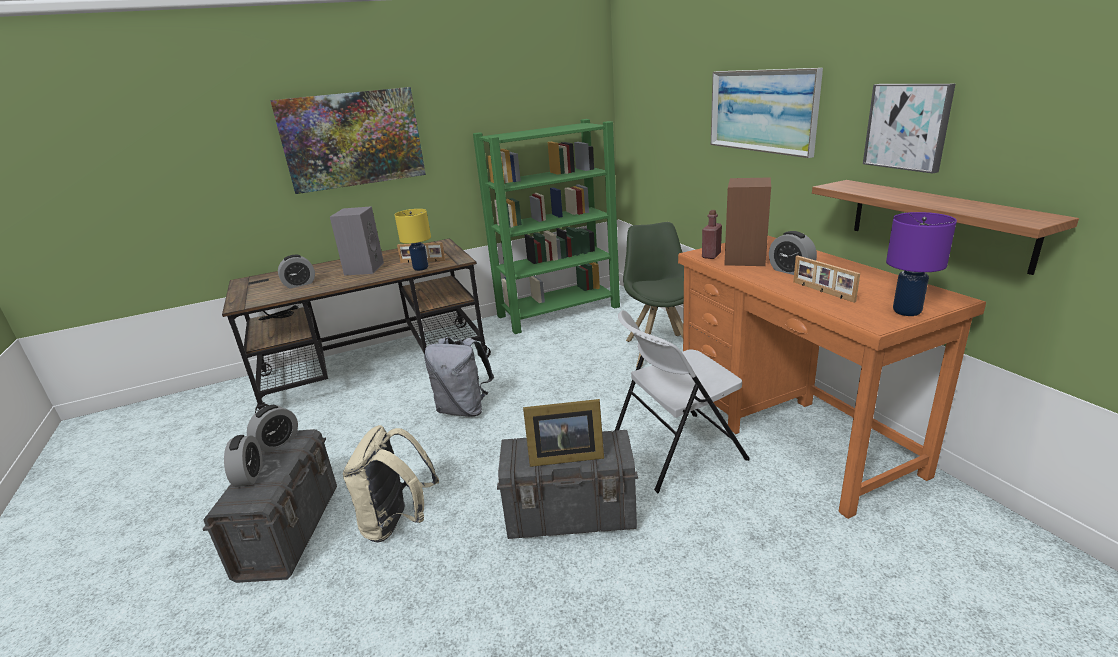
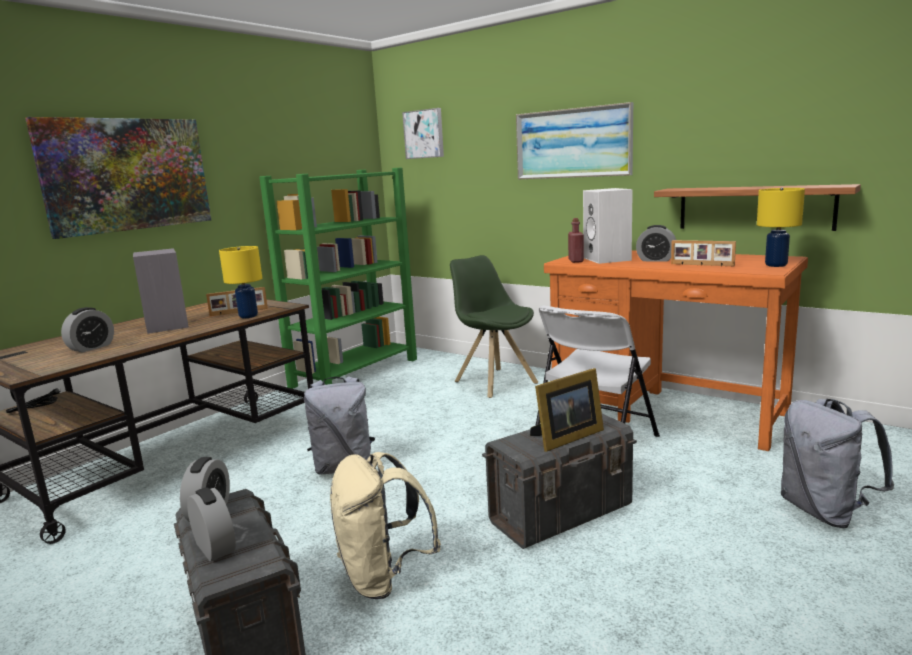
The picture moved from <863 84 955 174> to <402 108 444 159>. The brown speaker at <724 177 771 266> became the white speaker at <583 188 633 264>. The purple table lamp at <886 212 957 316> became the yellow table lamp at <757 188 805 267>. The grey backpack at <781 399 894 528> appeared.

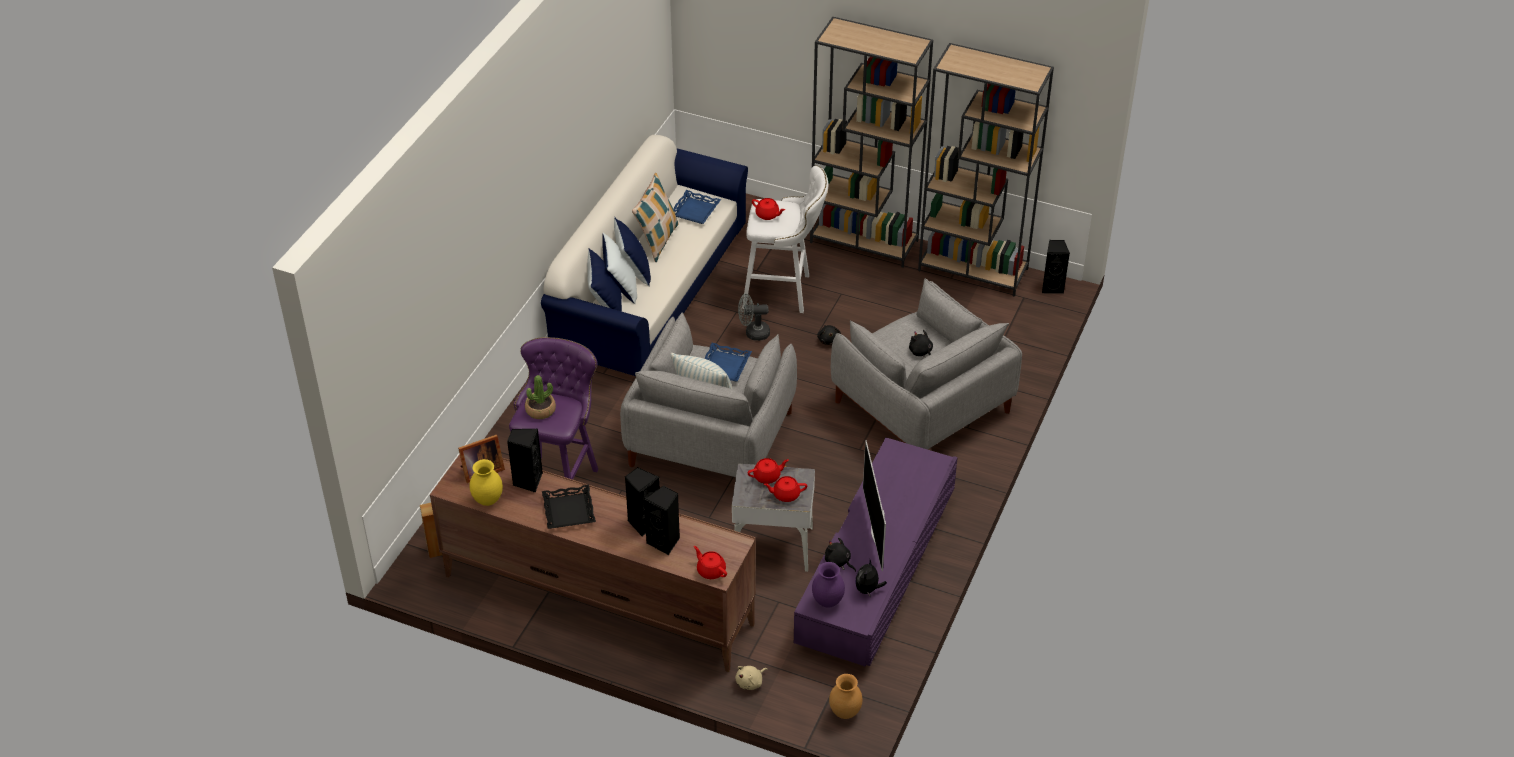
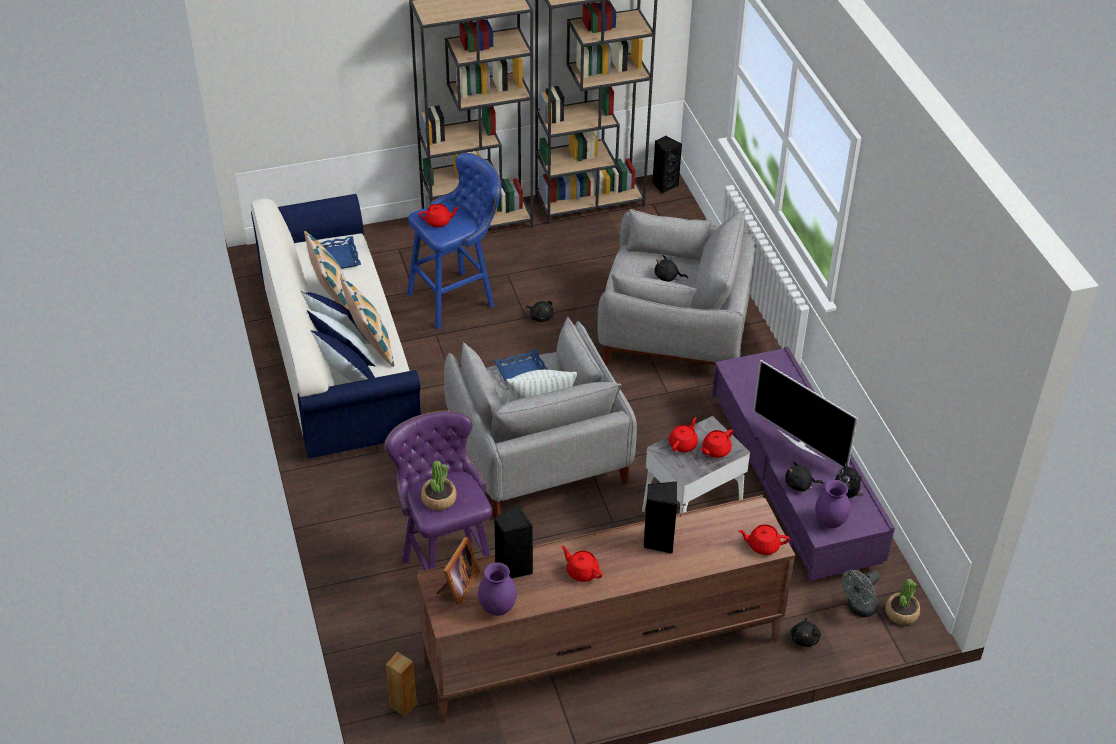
The pillow at <340 277 394 367> appeared. The white stool at <742 166 828 313> became the blue stool at <407 153 501 329>. The yellow vase at <469 459 503 506> became the purple vase at <478 562 517 616>. The black tray at <542 485 596 529> was replaced by the red teapot at <561 546 603 582>. The beige plush toy at <735 666 767 690> became the black plush toy at <791 617 821 647>. The grey fan moved from <738 294 770 341> to <841 570 881 617>. The brown vase at <829 674 863 719> was replaced by the potted plant at <885 579 920 625>. The black speaker at <644 485 680 555> disappeared.

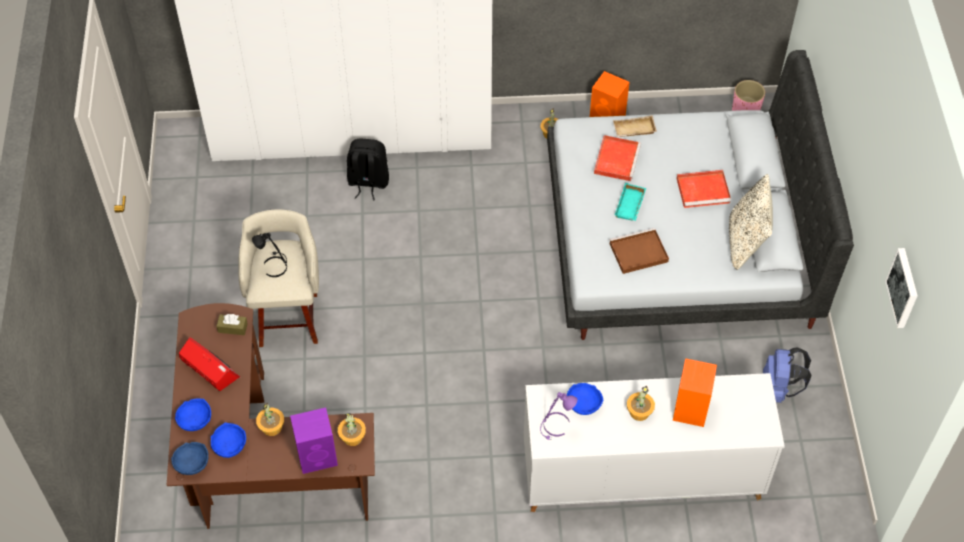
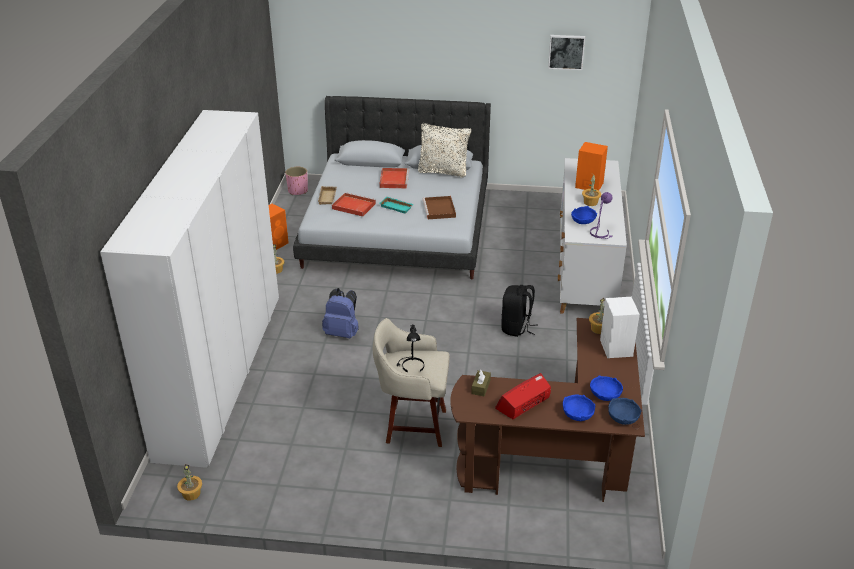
The potted plant moved from <256 403 284 436> to <177 464 202 501>. The blue backpack moved from <763 347 812 403> to <322 288 359 338>. The black backpack moved from <347 139 389 200> to <501 285 538 337>. The purple speaker at <290 407 338 474> became the white speaker at <600 297 640 358>.

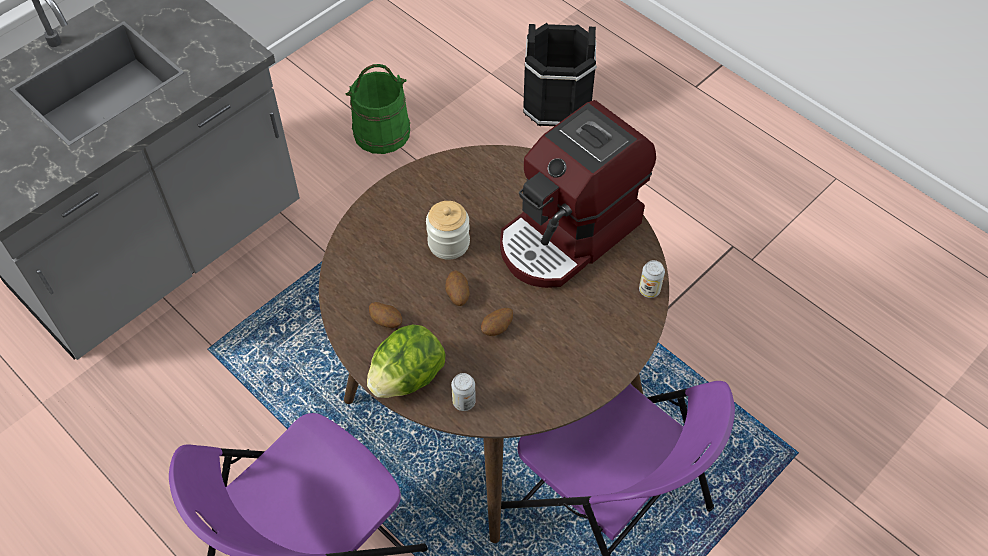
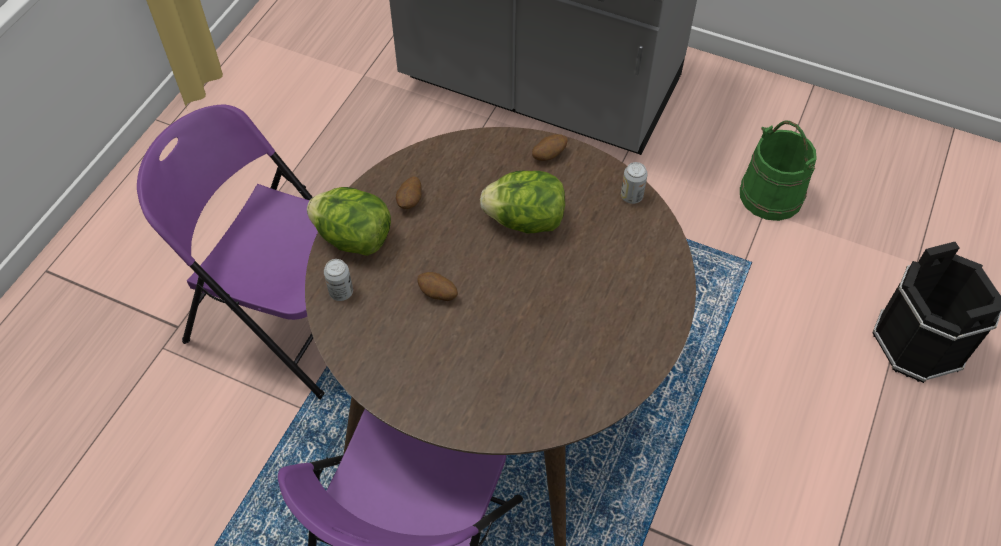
The jar at <426 201 470 260> was replaced by the lettuce at <480 171 565 234>. The potato moved from <445 270 470 306> to <532 134 568 161>. The can moved from <639 260 665 298> to <621 162 648 204>. The coffee machine at <500 100 656 288> disappeared.

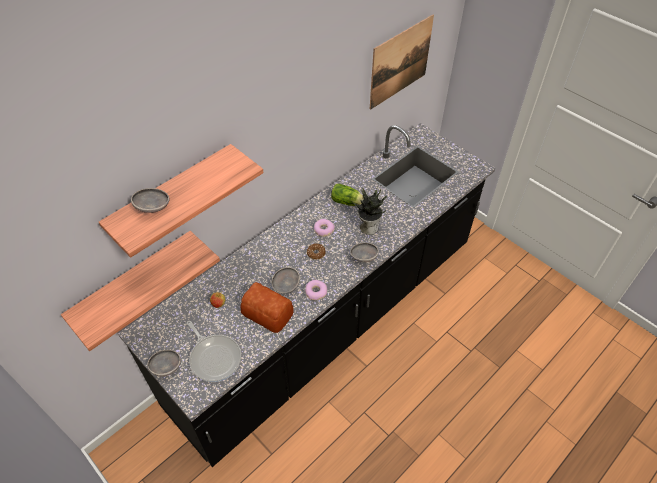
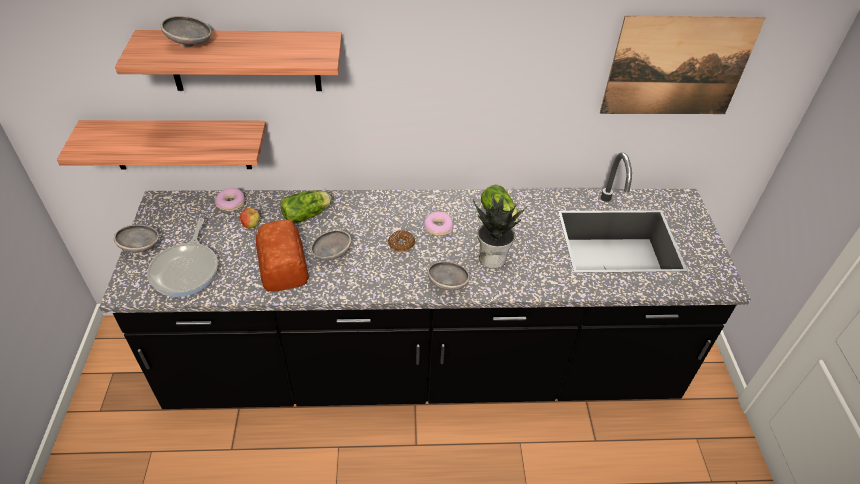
The donut moved from <305 280 327 300> to <215 188 245 211>. The lettuce at <281 190 332 224> appeared.

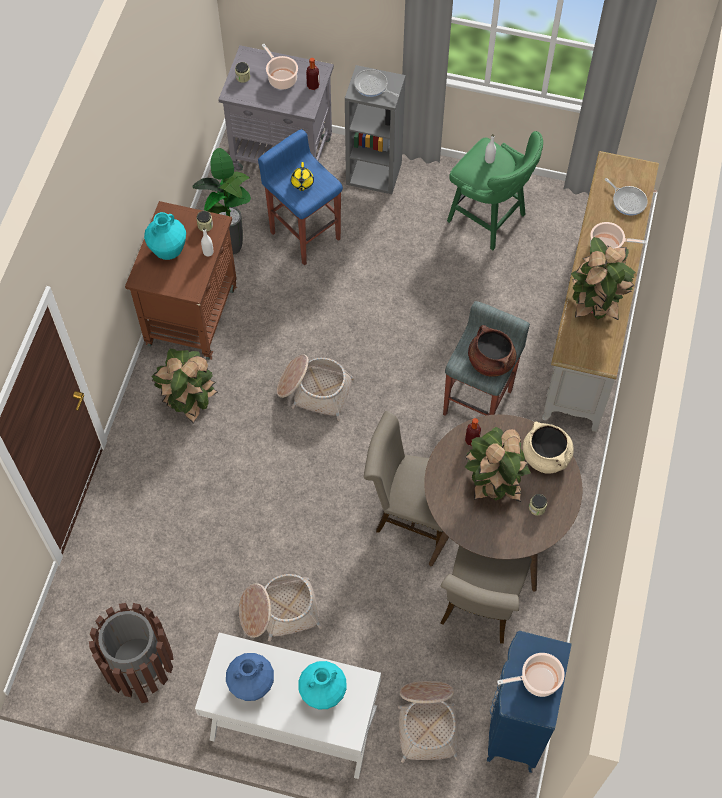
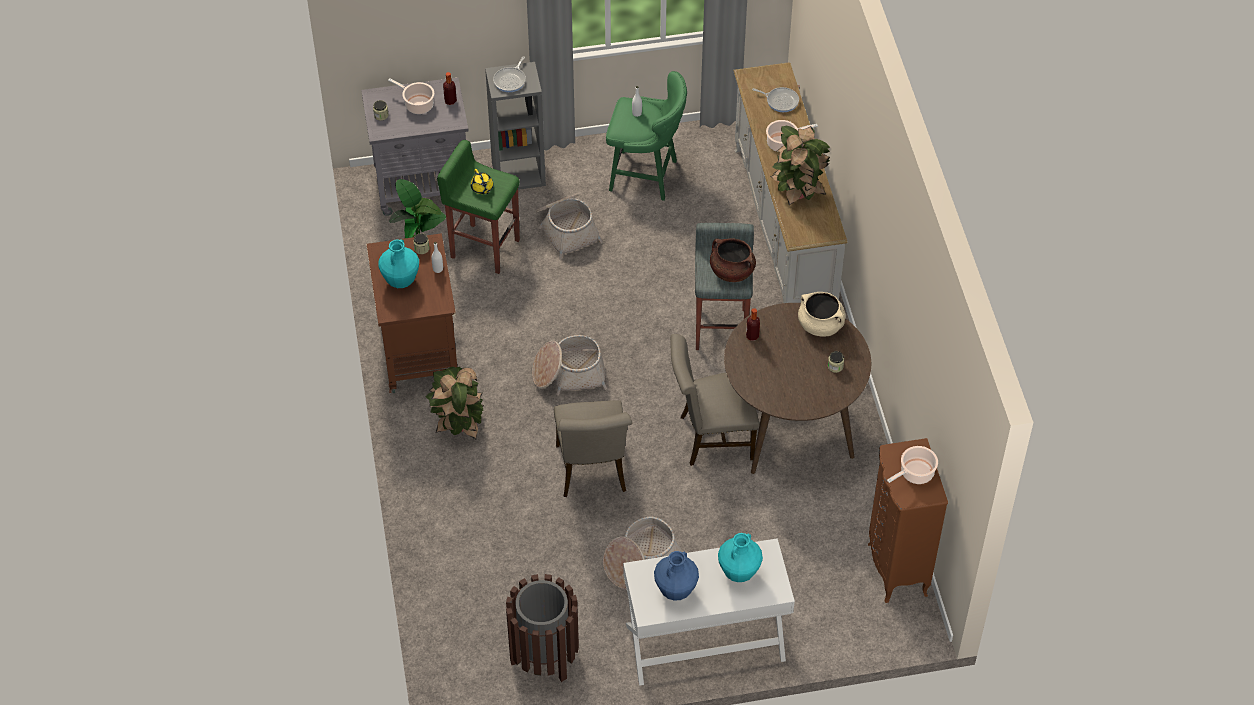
The blue stool at <258 129 343 266> became the green stool at <437 140 520 274>. The frying pan at <354 69 399 97> turned 75 degrees counterclockwise. The basket moved from <398 681 459 763> to <536 193 603 260>. The beige chair moved from <440 545 532 644> to <554 400 632 497>. The blue dresser at <487 631 572 773> became the brown dresser at <868 438 948 603>. The potted plant at <465 427 531 502> disappeared.

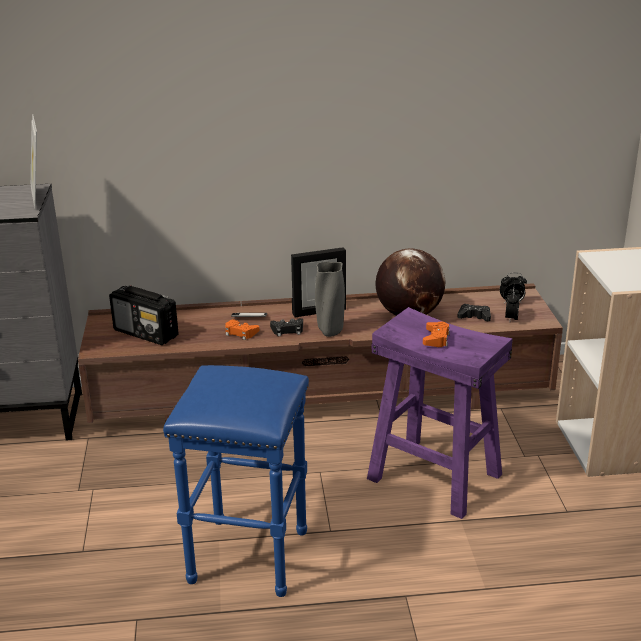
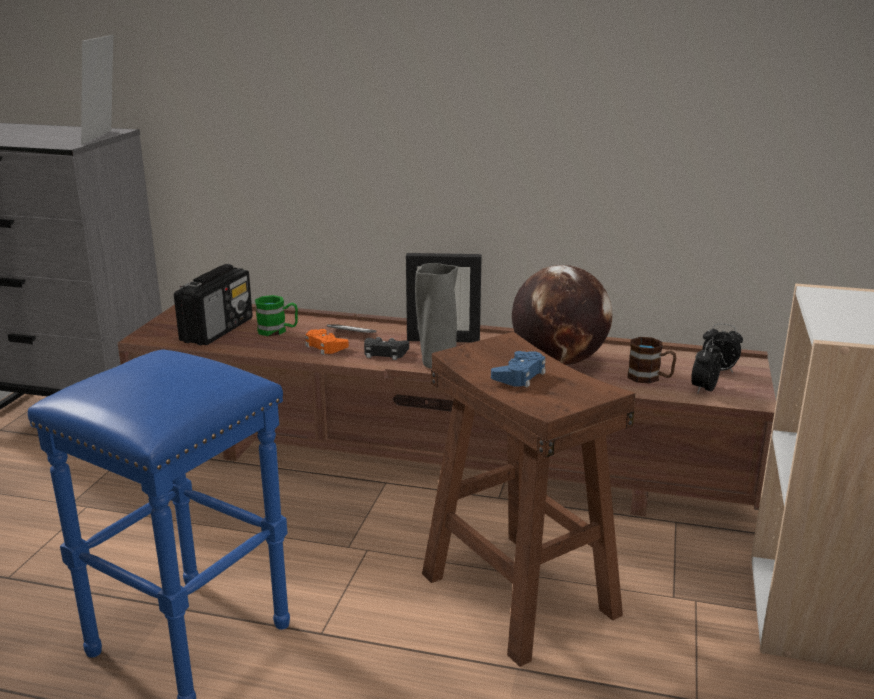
The radio at <109 285 179 345> turned 120 degrees counterclockwise. The green mug at <255 295 298 336> appeared. The purple stool at <367 307 513 519> became the brown stool at <422 332 636 667>. The orange game controller at <423 321 450 347> became the blue game controller at <491 351 546 387>. The black game controller at <458 304 491 321> was replaced by the brown mug at <628 337 677 384>.

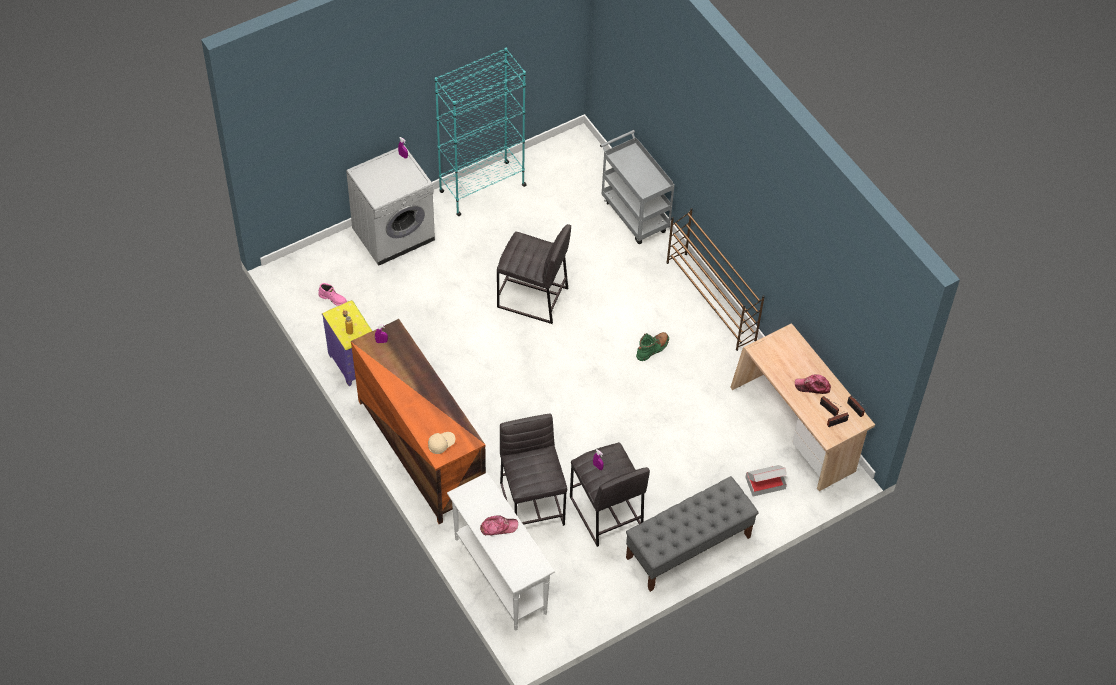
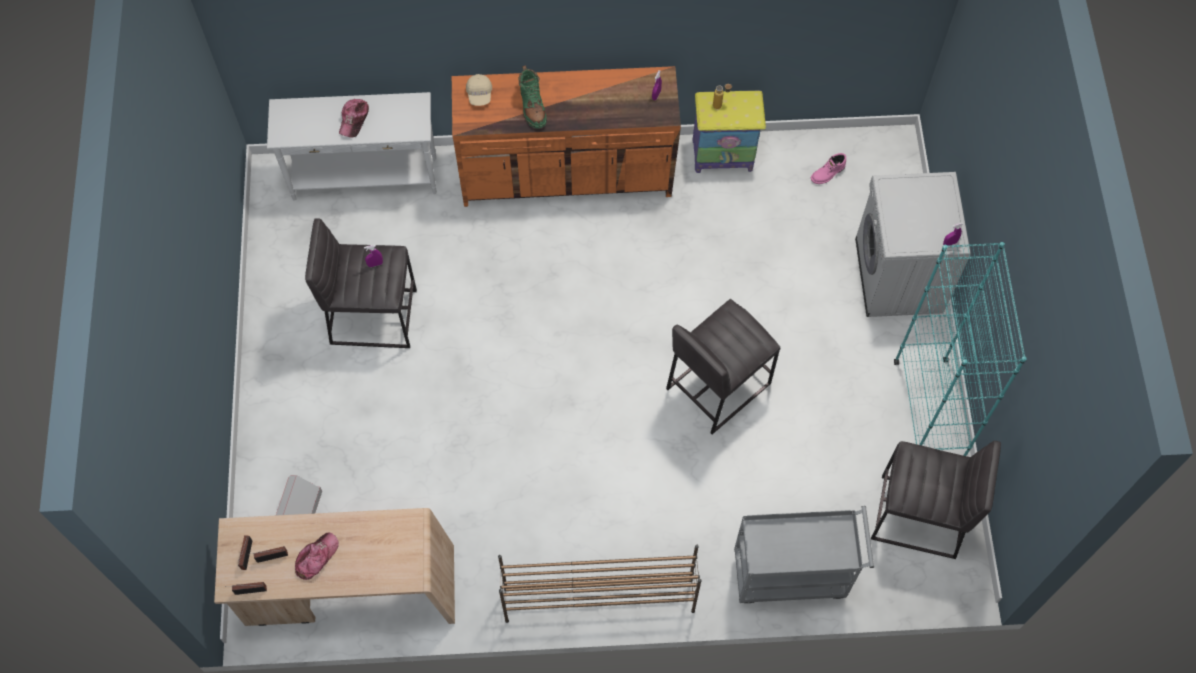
The green boot moved from <636 332 669 361> to <519 65 547 128>. The grey stool moved from <500 413 567 526> to <871 441 1001 559>. The grey bench at <626 476 759 592> disappeared.

